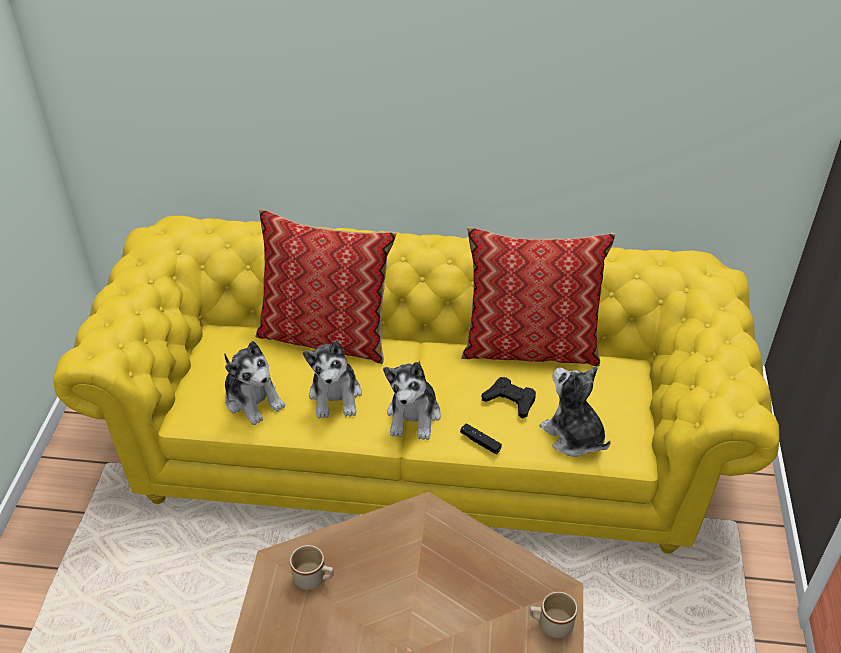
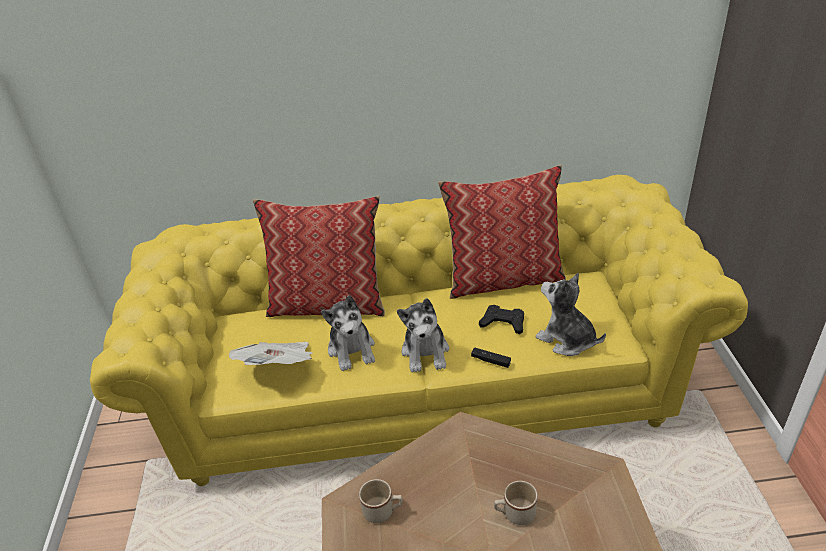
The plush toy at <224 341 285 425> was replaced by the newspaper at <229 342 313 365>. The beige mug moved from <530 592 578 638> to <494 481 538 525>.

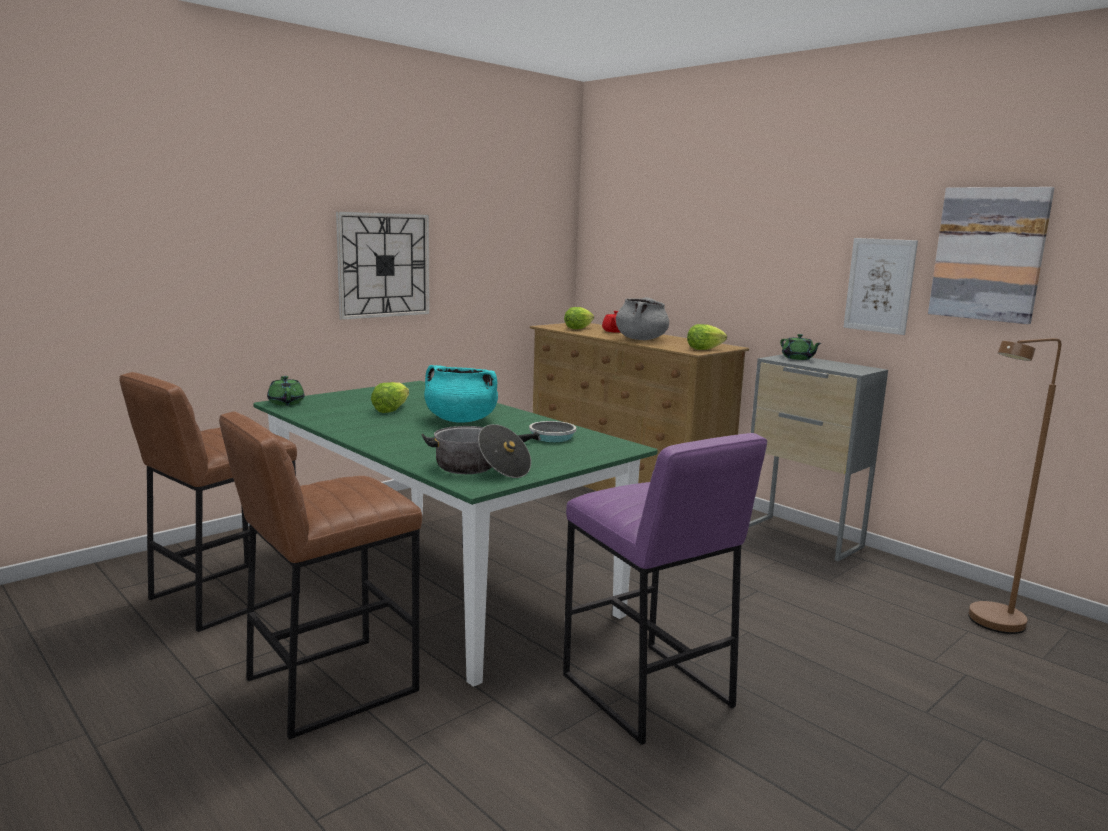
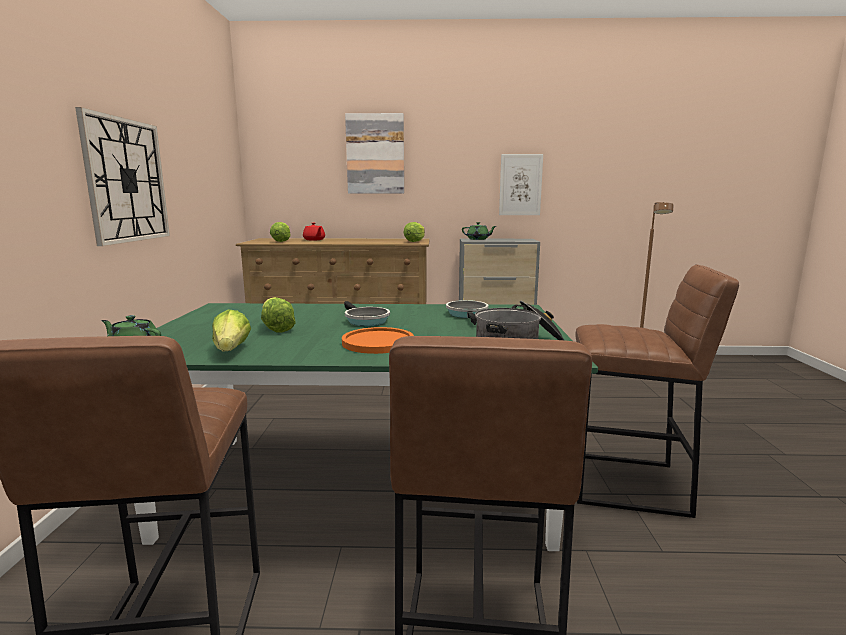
The lettuce at <212 309 251 351> appeared. The orange plate at <342 327 414 354> appeared. The turquoise cooking pot at <424 365 498 423> was replaced by the frying pan at <344 301 390 326>. The picture moved from <928 187 1054 324> to <345 113 404 194>. The purple stool at <563 433 767 745> became the brown stool at <576 264 739 518>. The grey cooking pot at <616 297 669 340> disappeared.

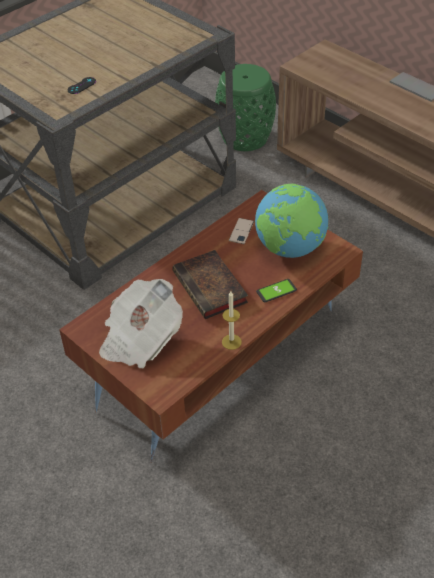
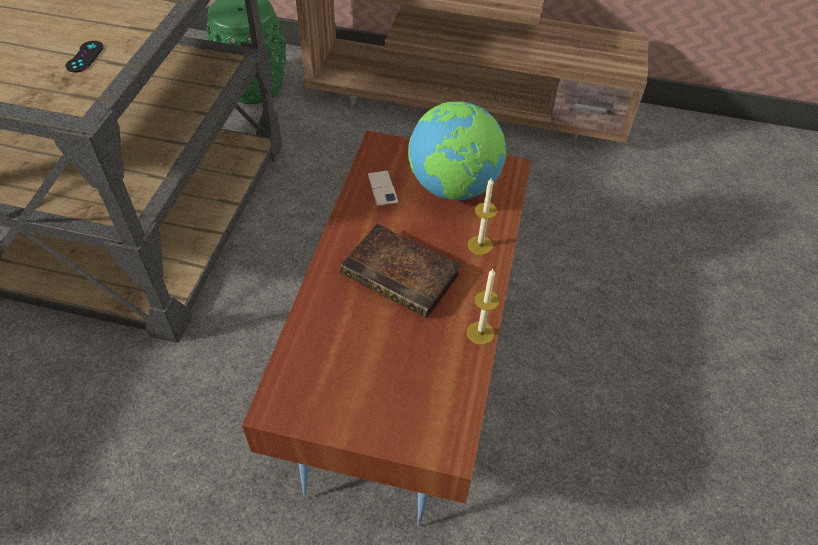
The phone at <256 279 297 302> was replaced by the candle at <468 177 497 255>. The newspaper at <99 279 183 368> disappeared.

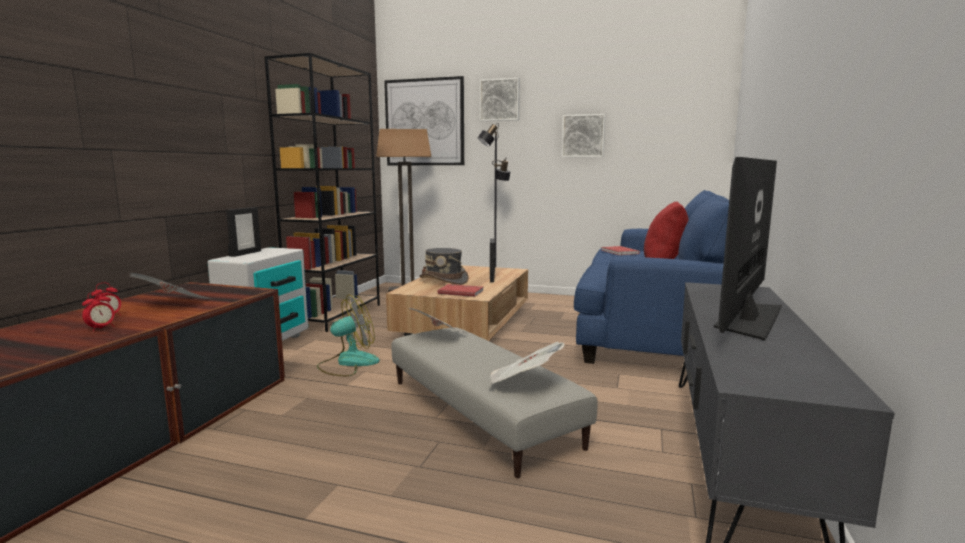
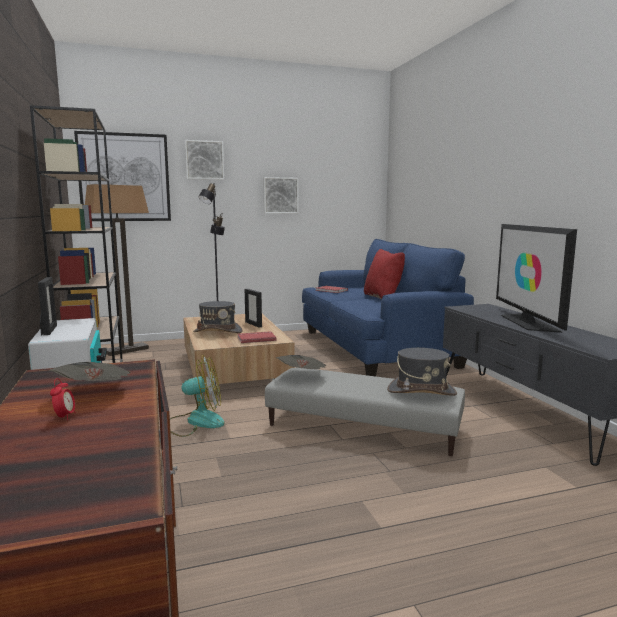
The fan at <317 294 380 376> turned 60 degrees clockwise. The newspaper at <490 342 565 385> was replaced by the grey hat at <387 348 457 396>. The alarm clock at <82 291 115 331> disappeared.

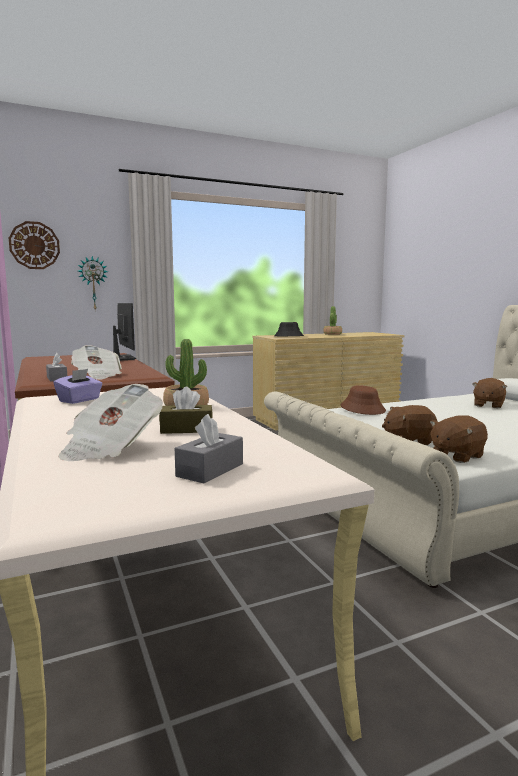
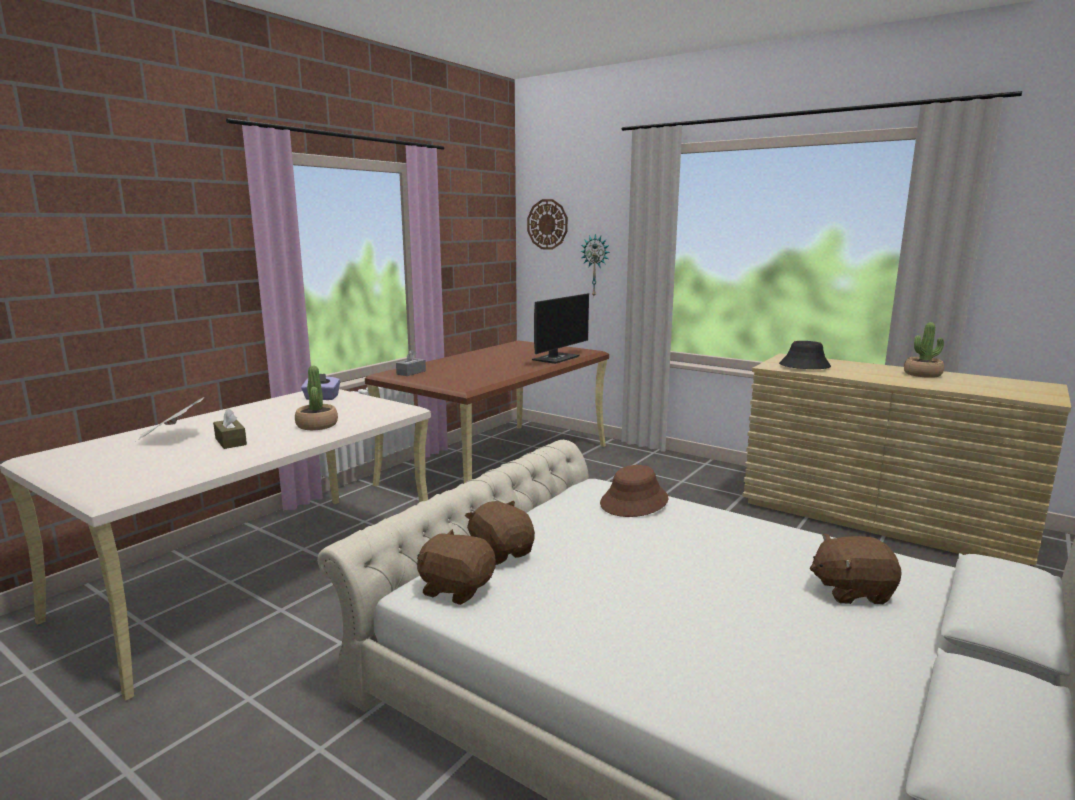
The newspaper at <71 345 122 380> disappeared. The grey tissue box at <175 414 243 483> disappeared.

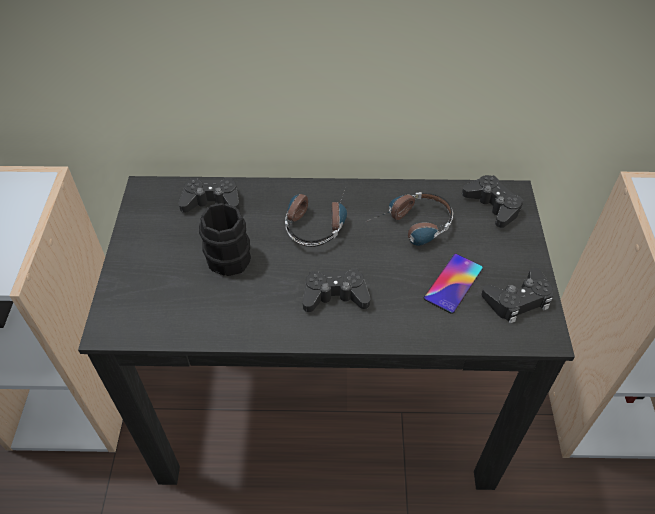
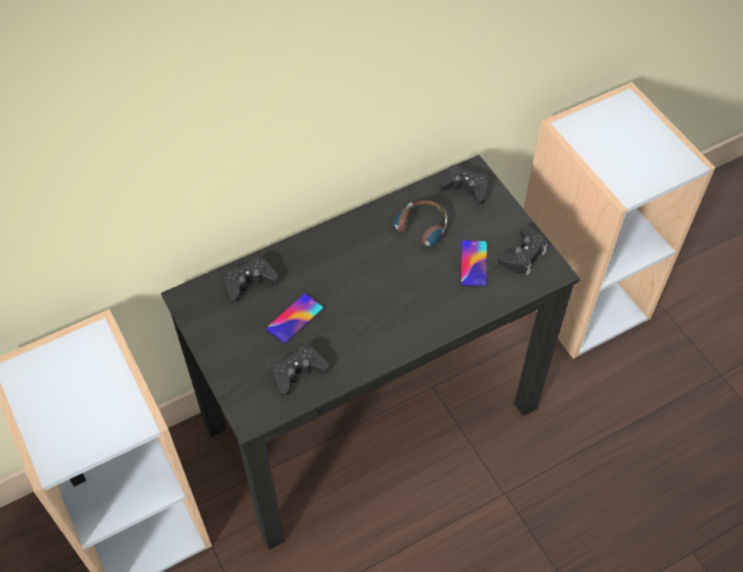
The black mug at <199 202 251 276> was replaced by the phone at <265 293 324 344>. The black game controller moved from <303 269 370 312> to <271 344 329 397>. The headphones at <285 189 347 247> disappeared.

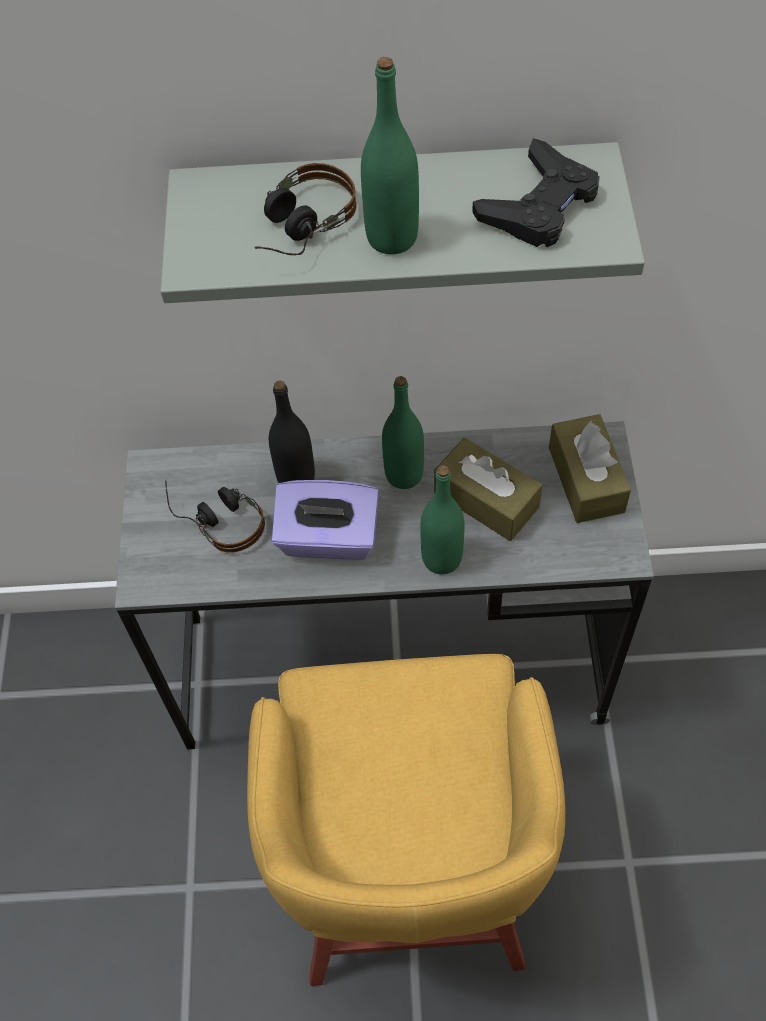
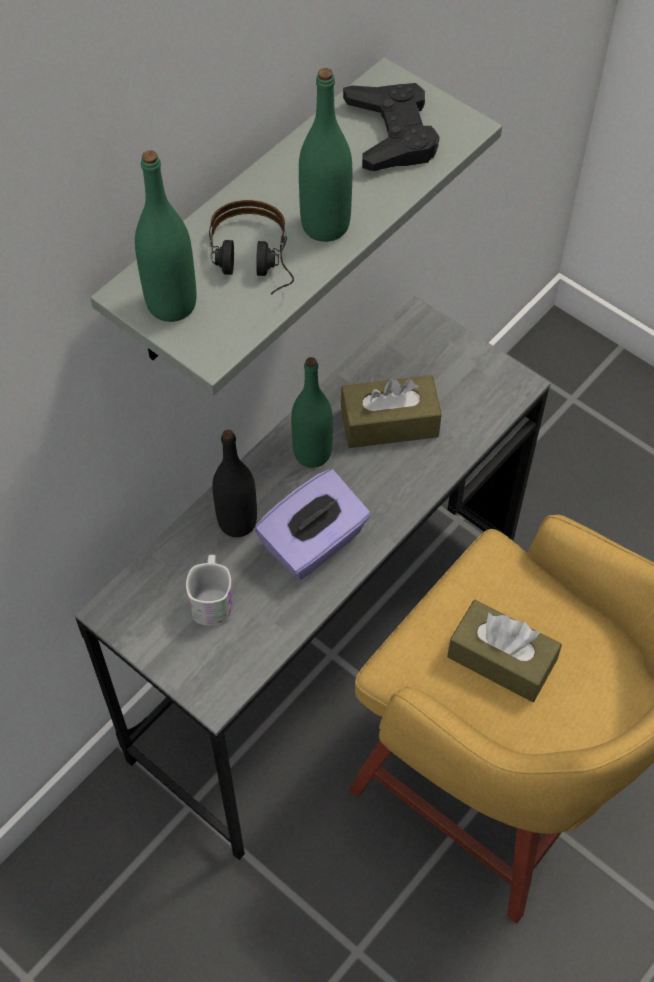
The green bottle moved from <420 466 464 574> to <135 150 197 322>. The headphones at <165 480 265 553> was replaced by the white mug at <186 555 233 626>. The brown tissue box moved from <549 414 631 523> to <447 600 562 702>.

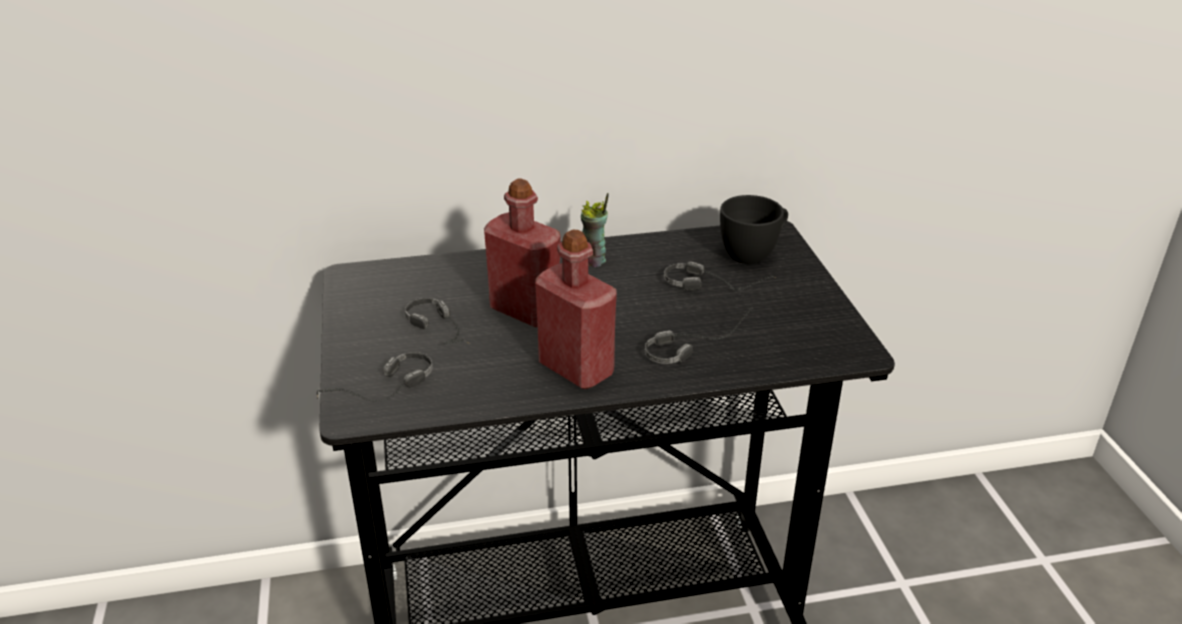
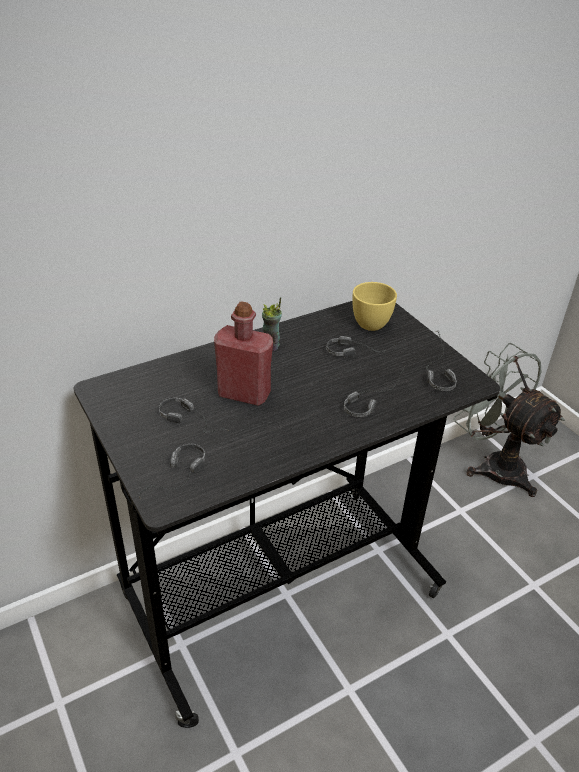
The black cup at <720 195 788 264> became the yellow cup at <352 282 397 331>. The headphones at <426 331 457 391> appeared. The grey fan at <454 343 565 497> appeared. The red bottle at <535 230 617 389> disappeared.

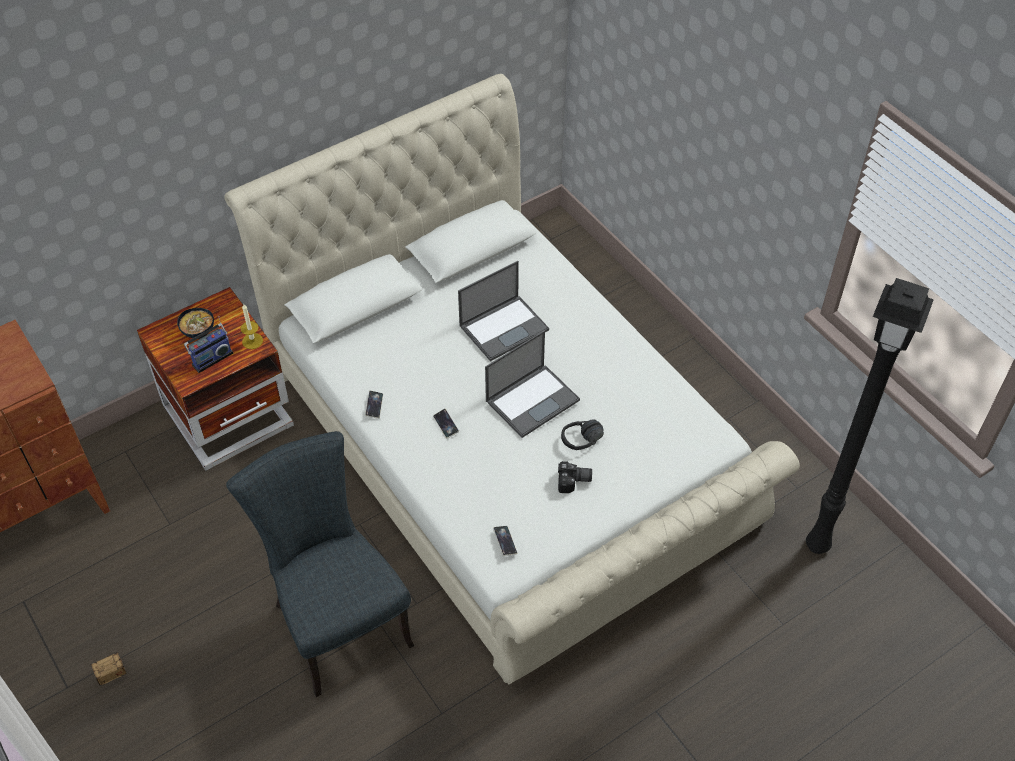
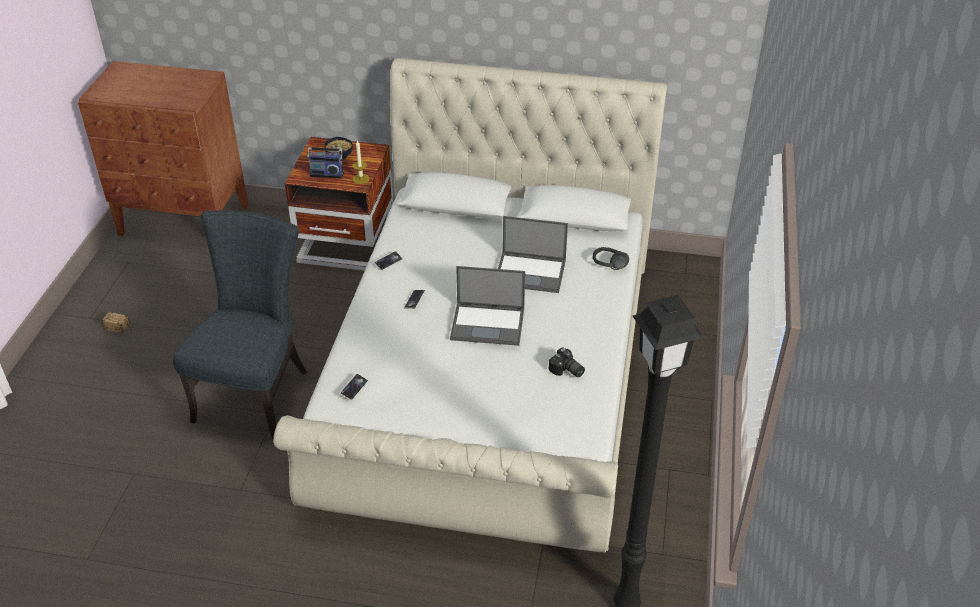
The photo camera moved from <558 461 592 493> to <549 347 585 377>. The black headphones moved from <561 420 604 450> to <593 247 629 270>.

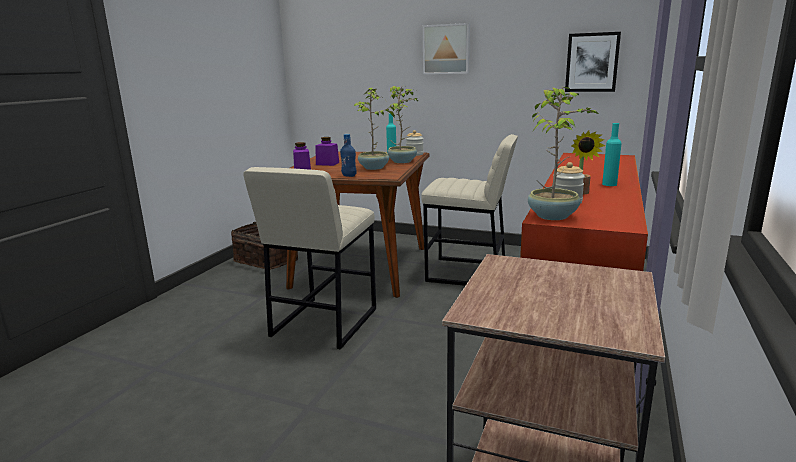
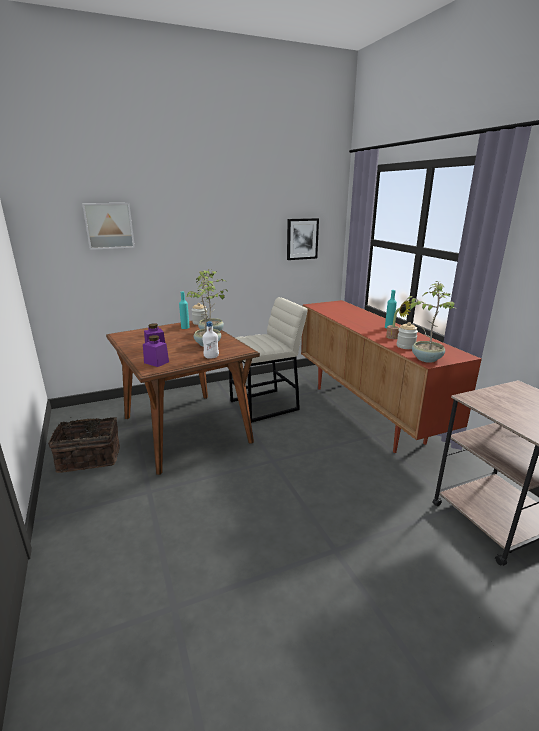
The picture moved from <423 23 470 74> to <82 203 135 250>. The blue bottle at <340 134 357 177> became the white bottle at <202 321 219 359>. The beige chair at <243 167 376 349> disappeared.

